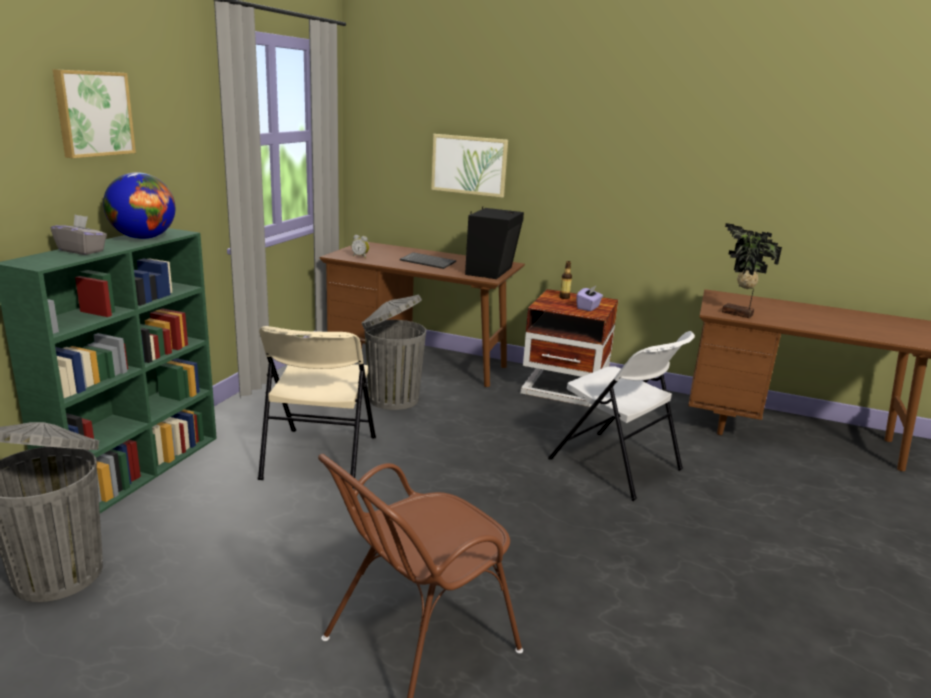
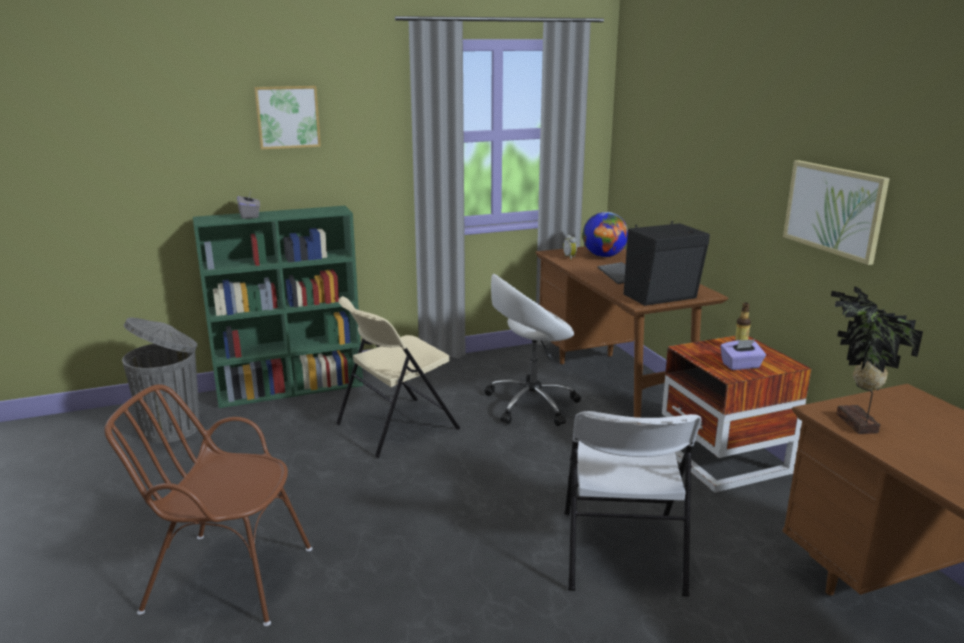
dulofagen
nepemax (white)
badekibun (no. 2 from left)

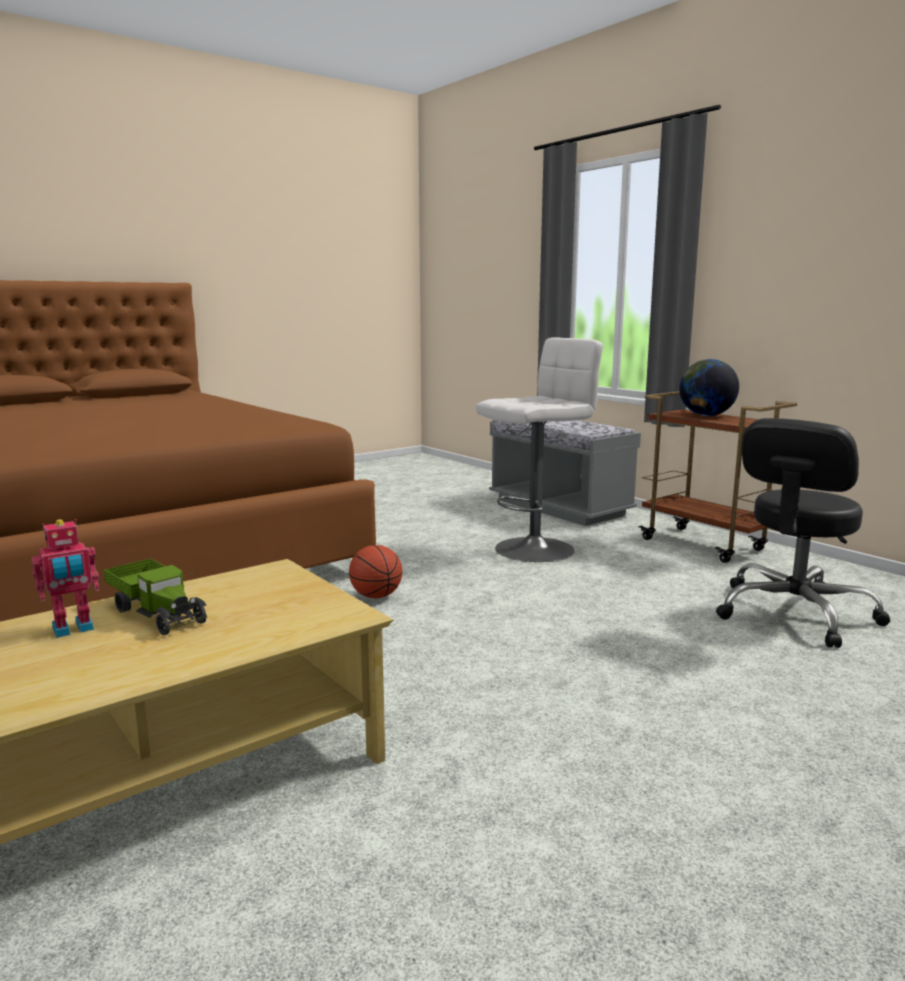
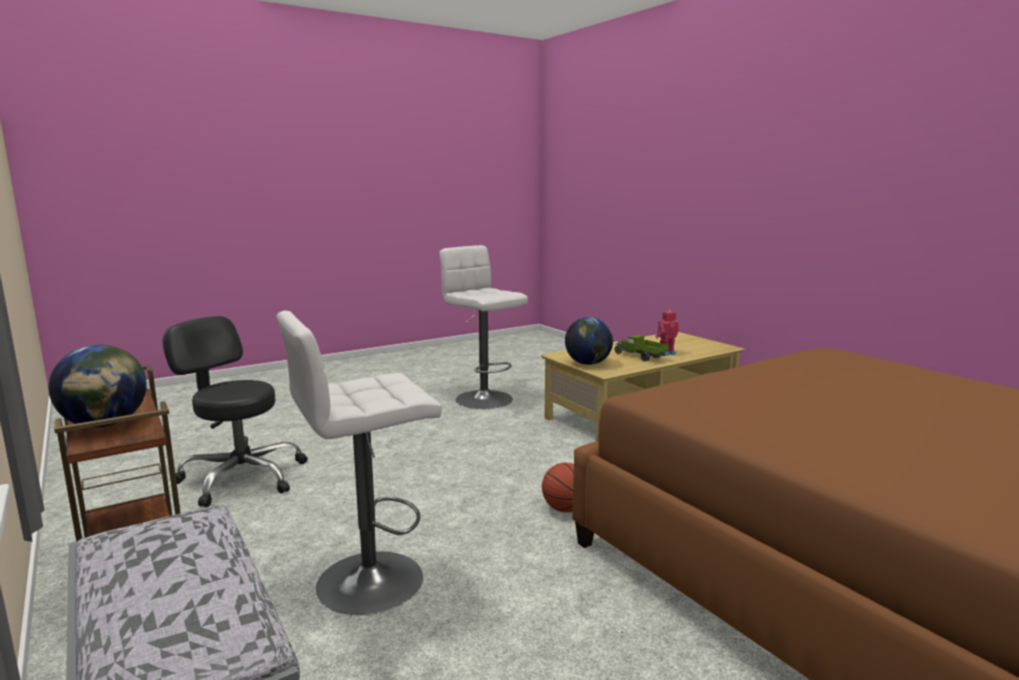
nepemax (black)
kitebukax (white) (no. 2 from left)
dulofagen (no. 2 from left)

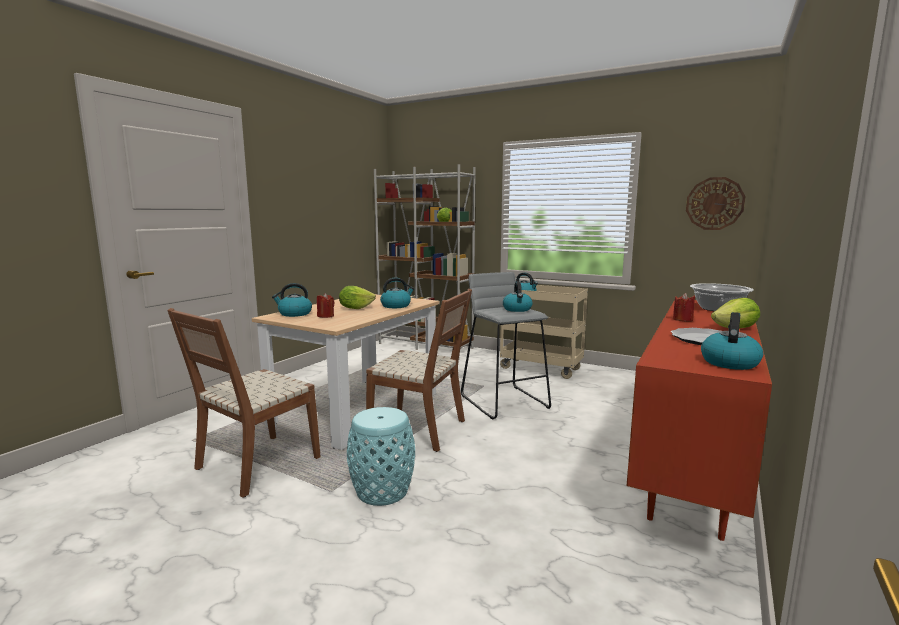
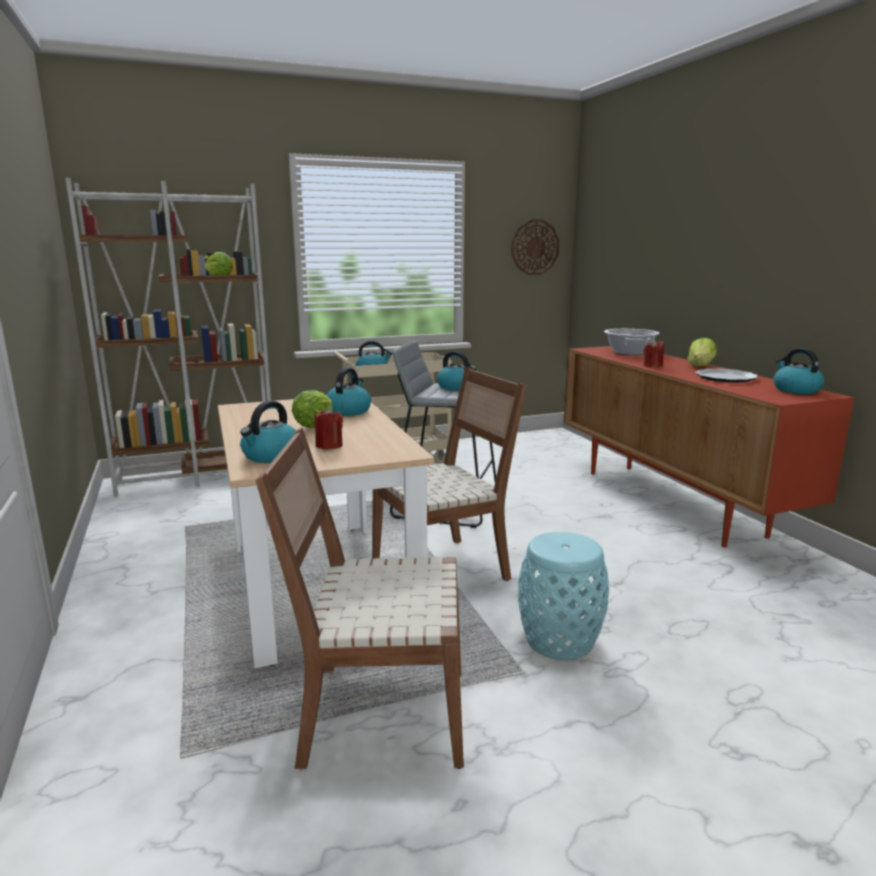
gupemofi (no. 1 from left)

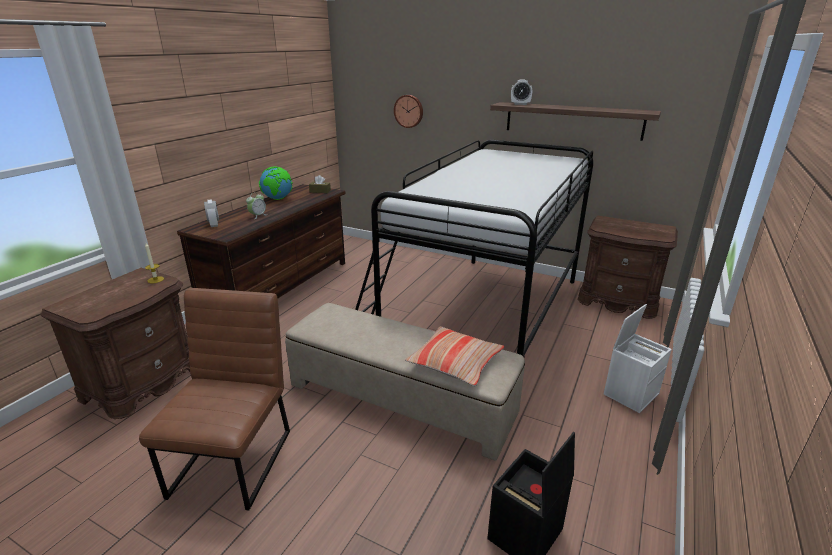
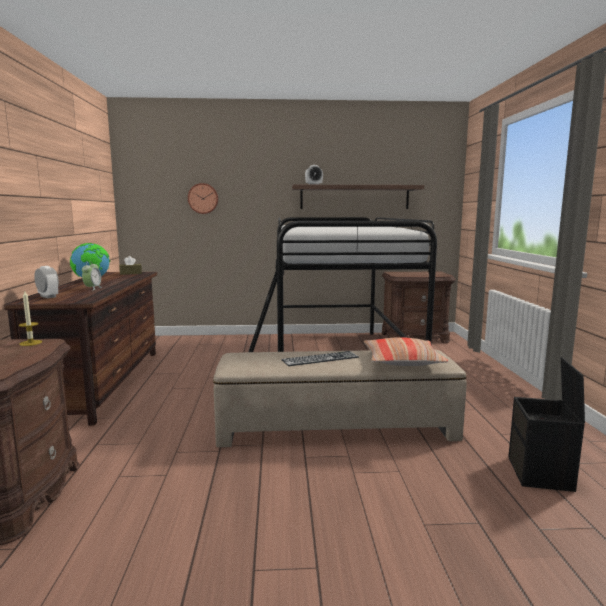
gupemofi (brown)
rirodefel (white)
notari

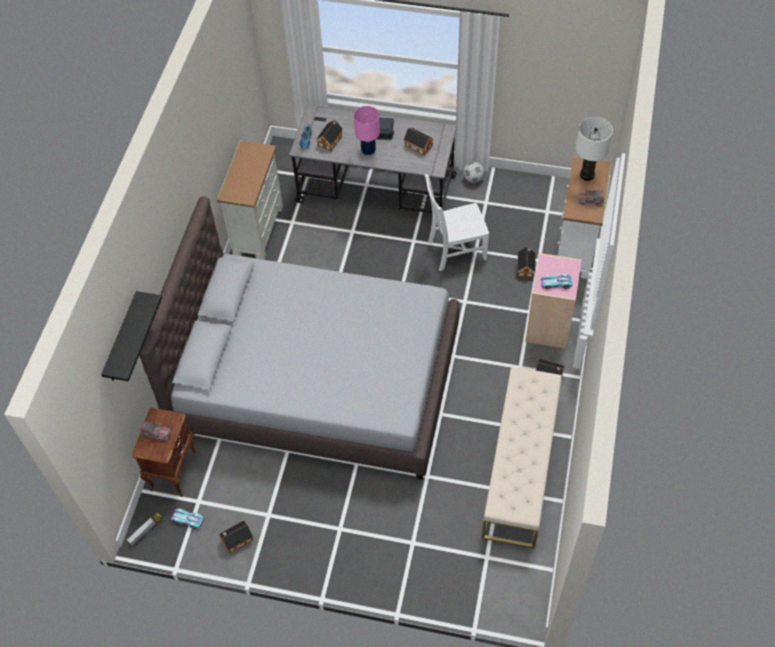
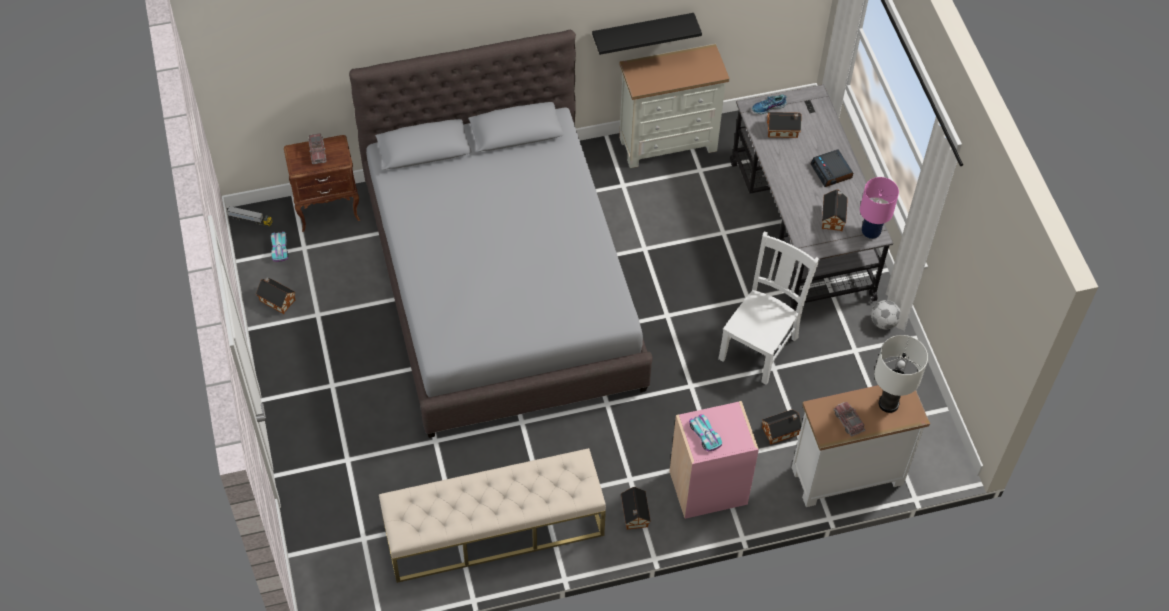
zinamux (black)
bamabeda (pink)
gupemofi (white)

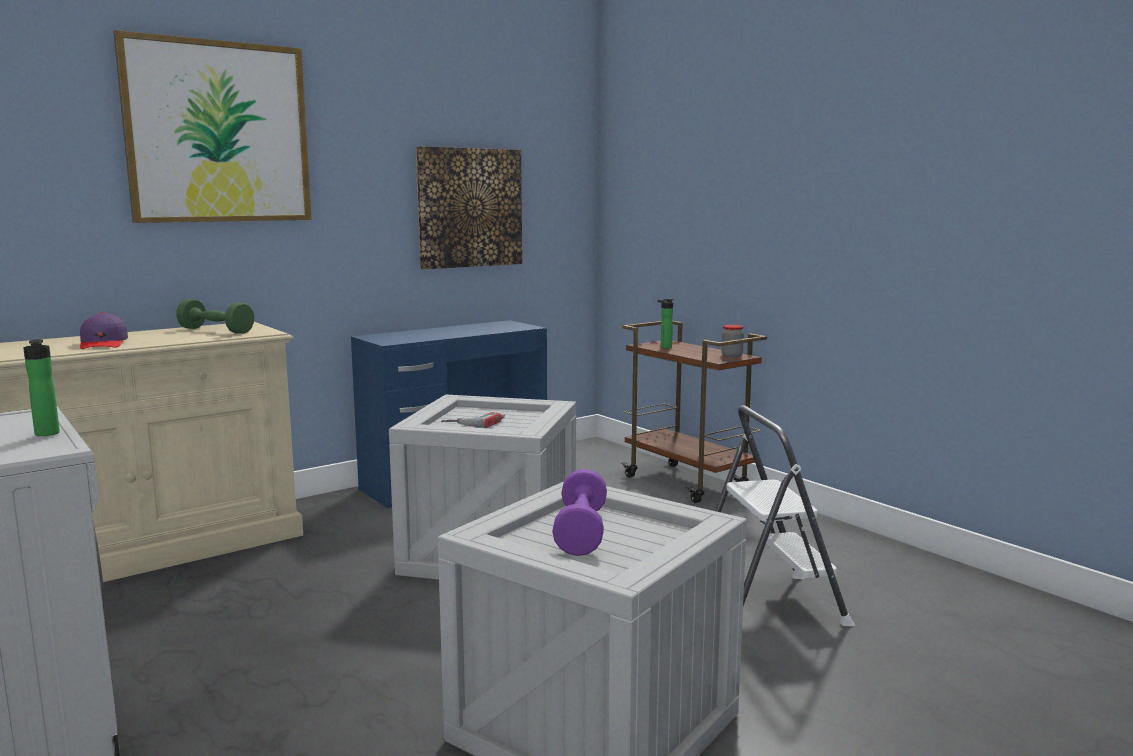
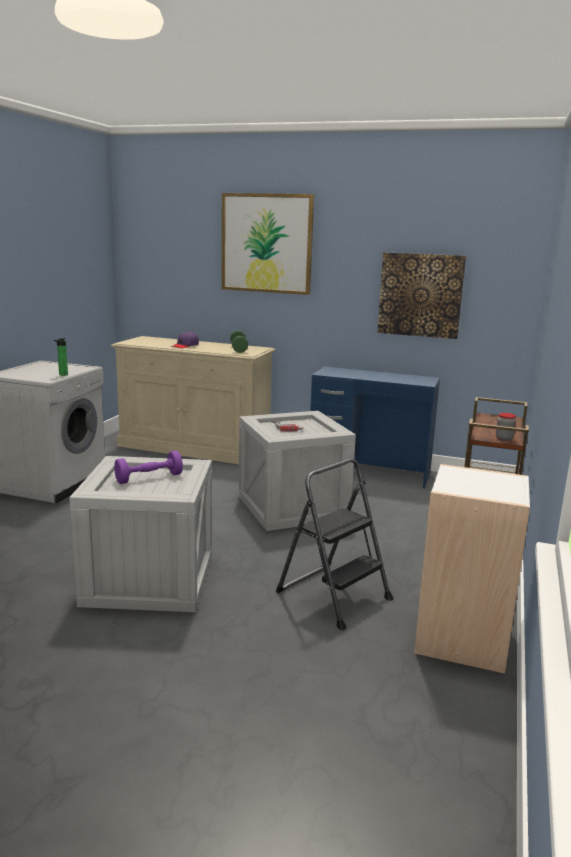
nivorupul (no. 2 from left in the first image)
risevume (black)
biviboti

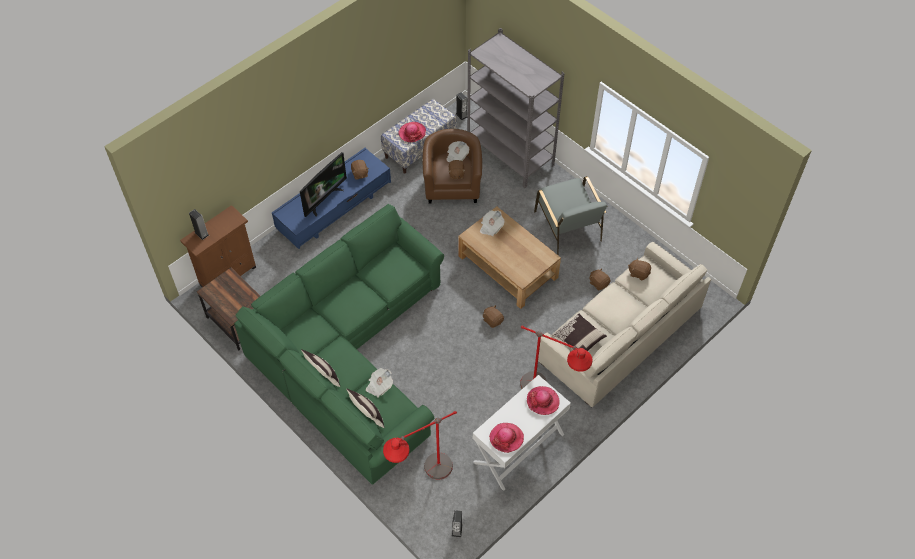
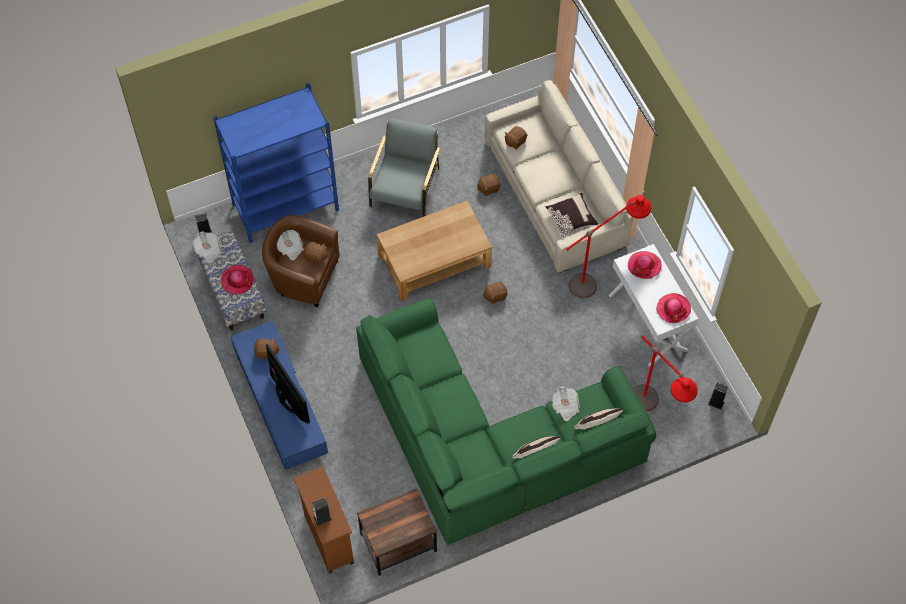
biviboti (blue)
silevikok (no. 1 from left)
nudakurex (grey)

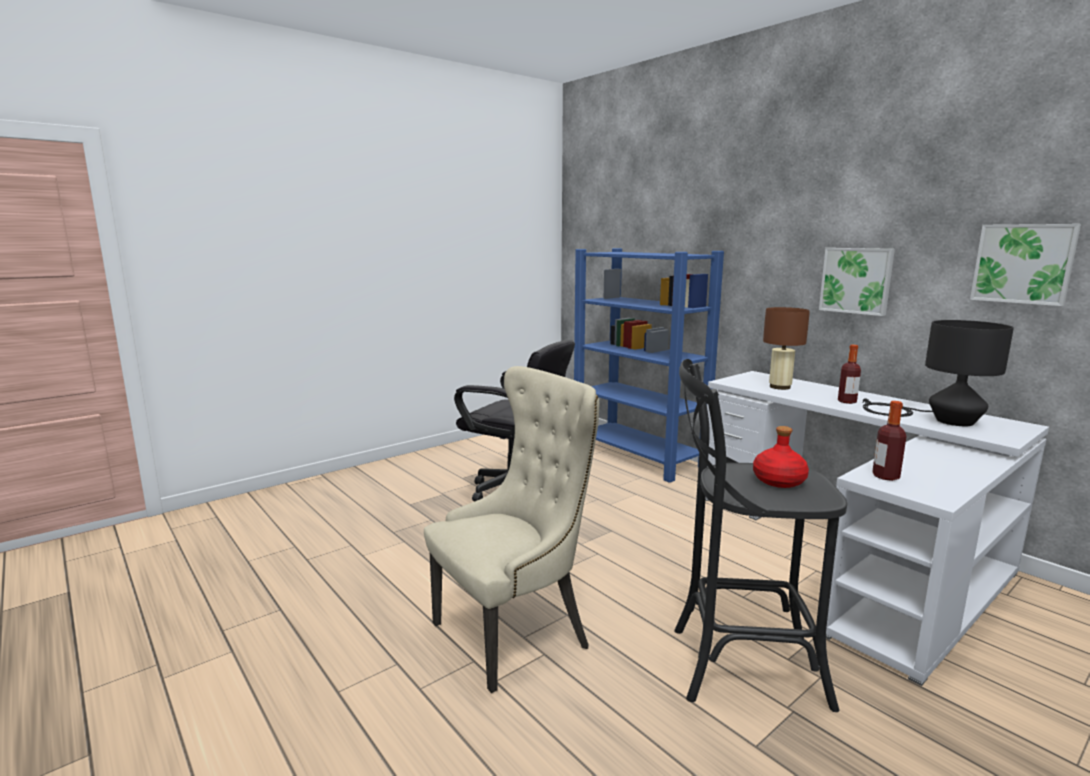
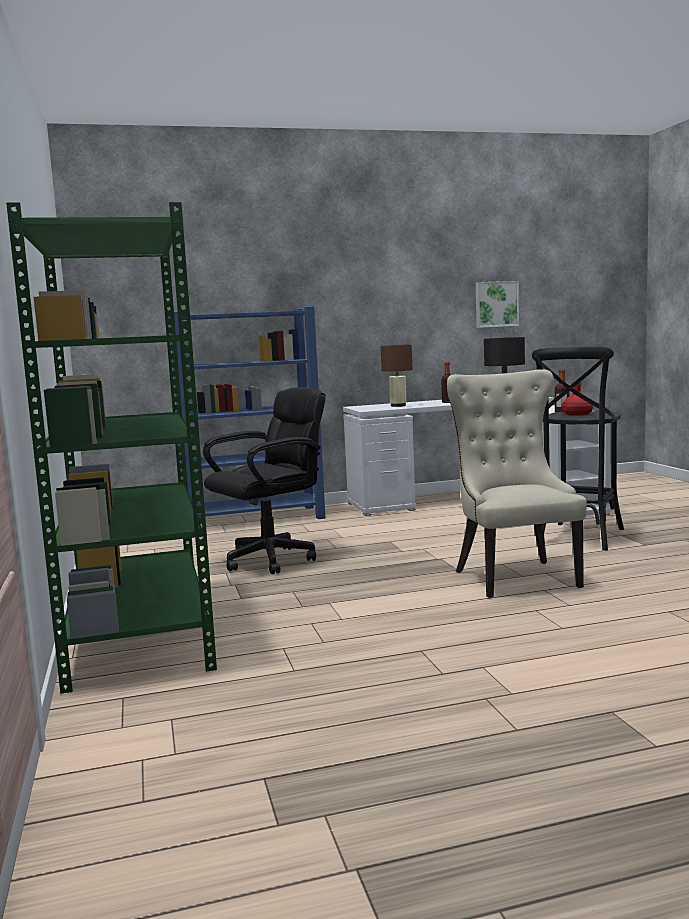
badekibun (no. 1 from left in the first image)
biviboti (green)

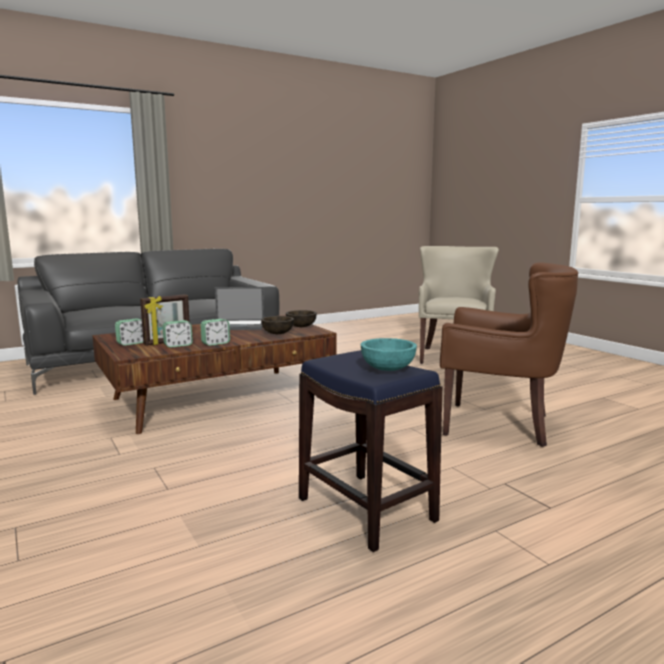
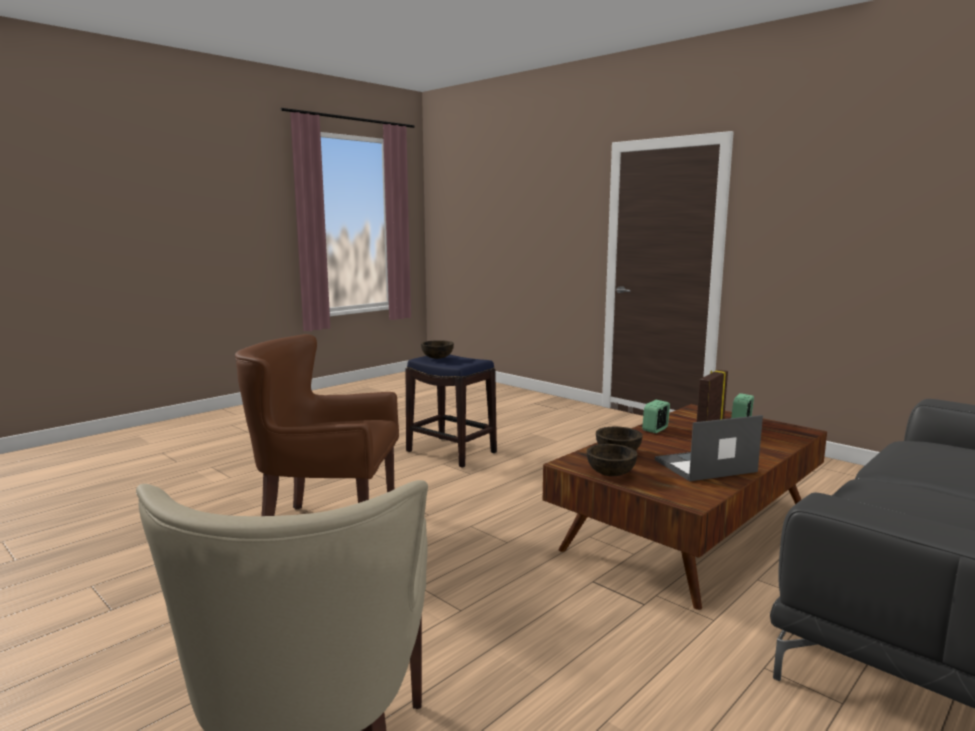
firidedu (no. 2 from left in the first image)
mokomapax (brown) (no. 1 from left)

